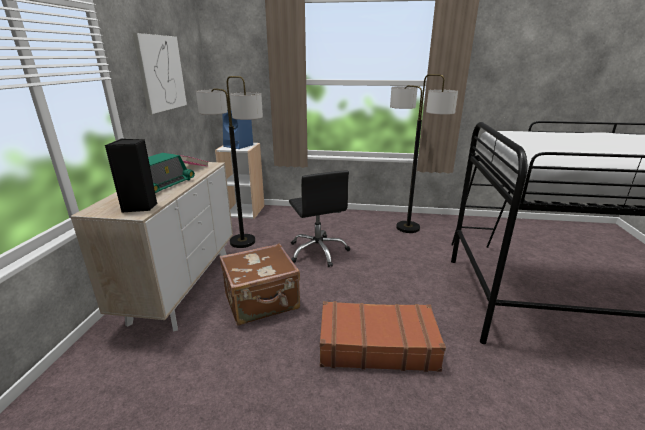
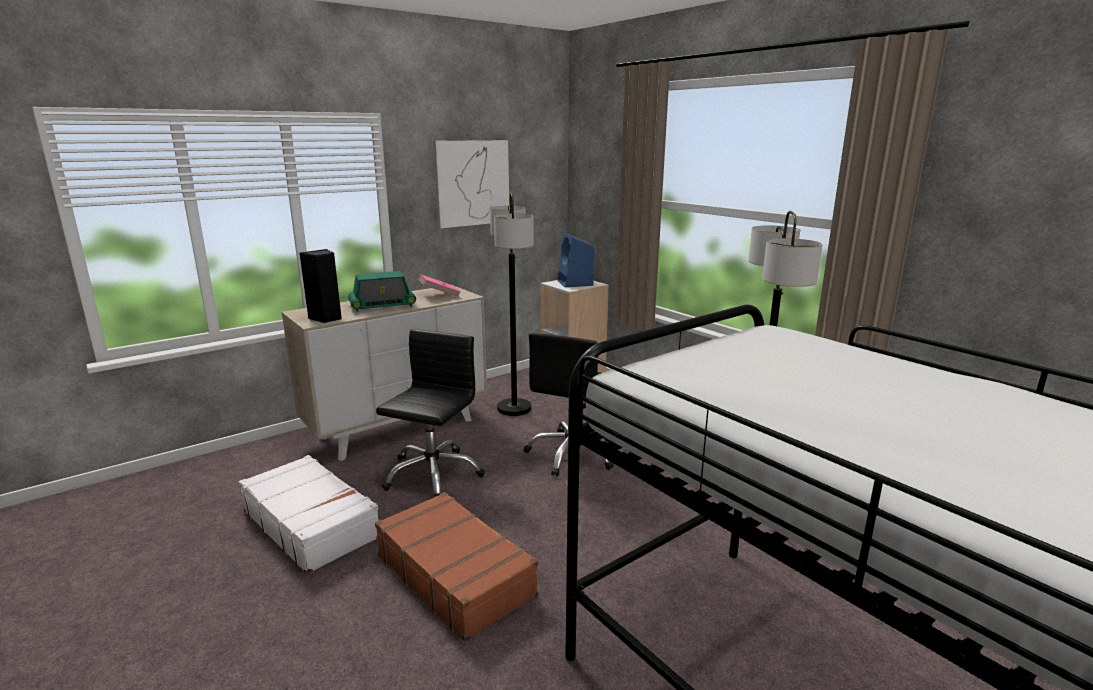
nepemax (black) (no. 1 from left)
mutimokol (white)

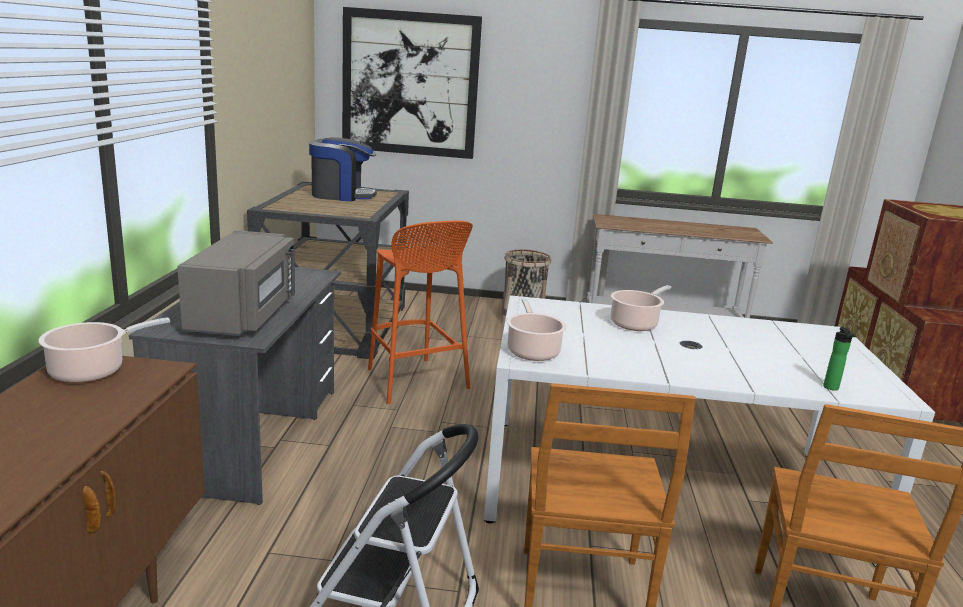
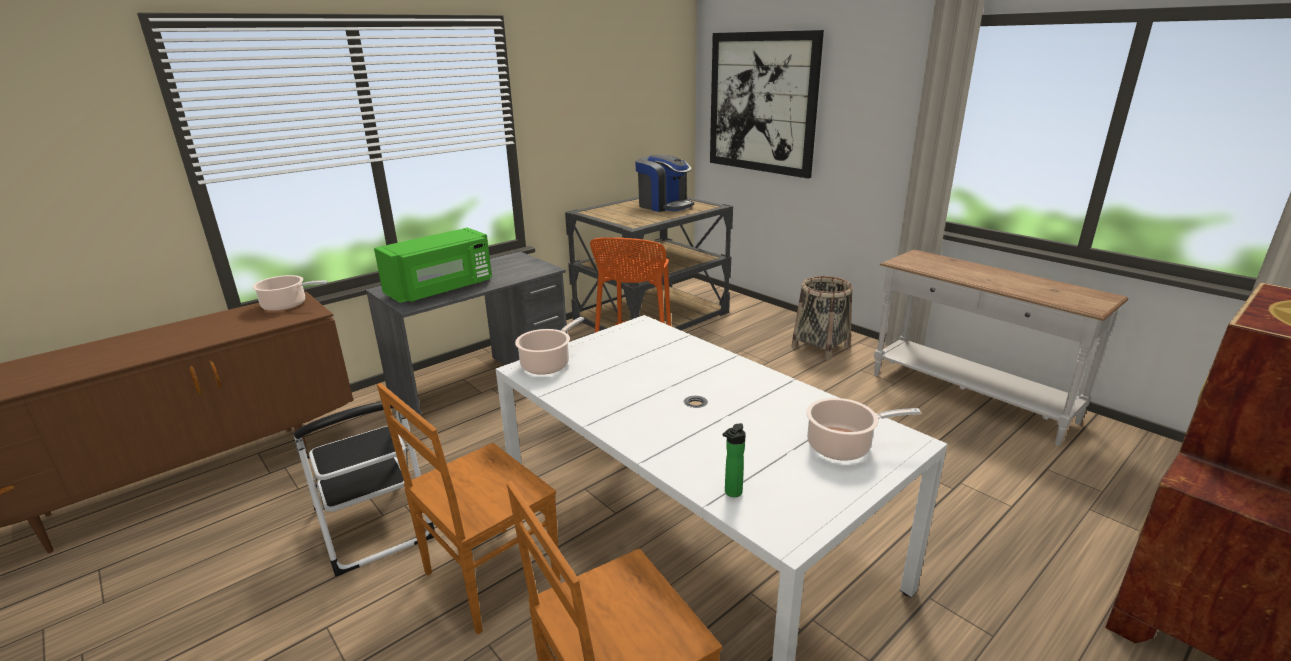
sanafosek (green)
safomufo (no. 3 from left)

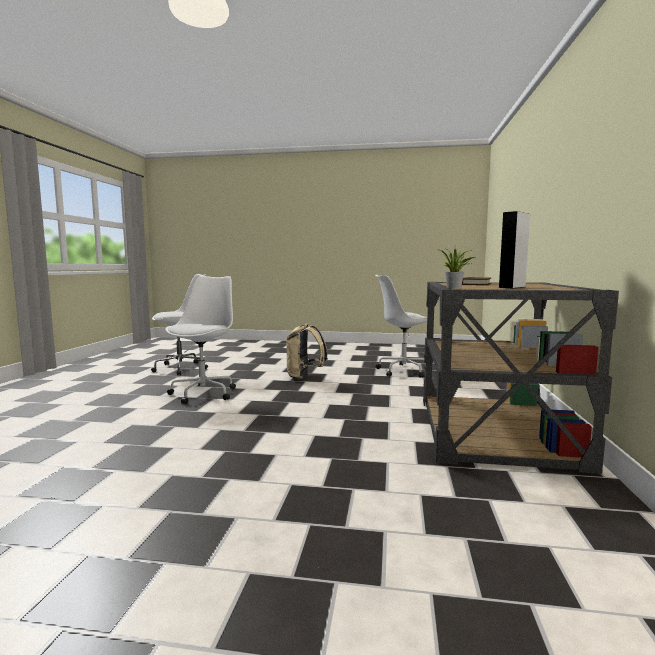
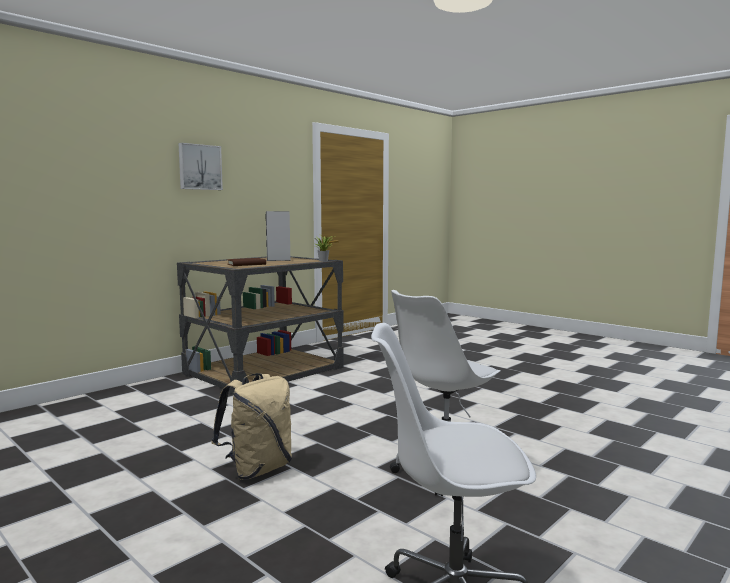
nepemax (white) (no. 3 from left in the first image)
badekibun

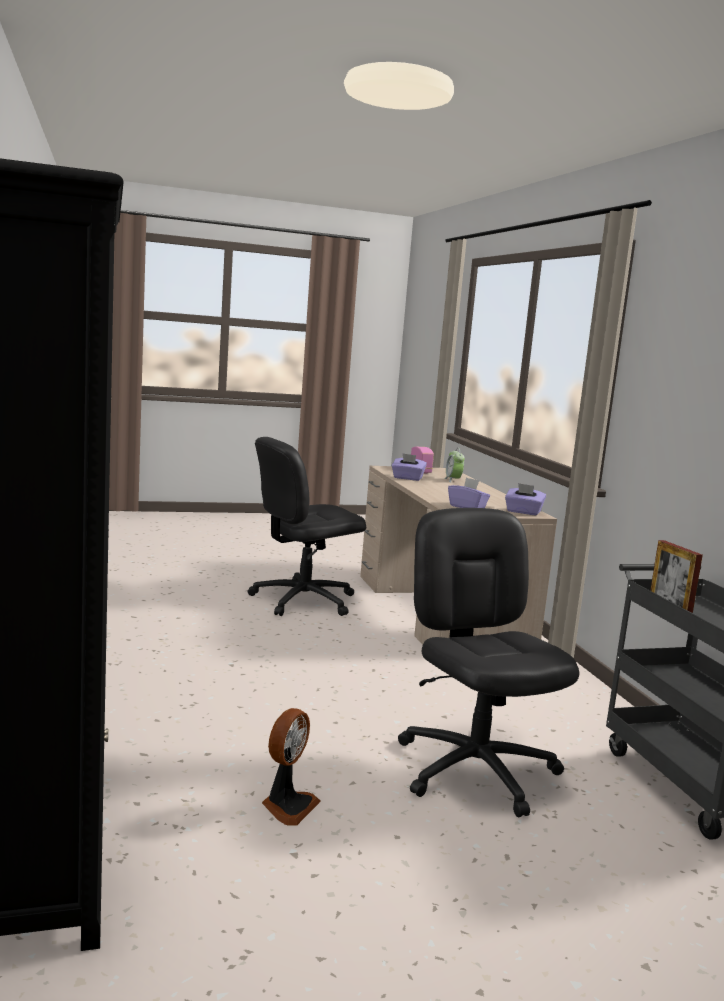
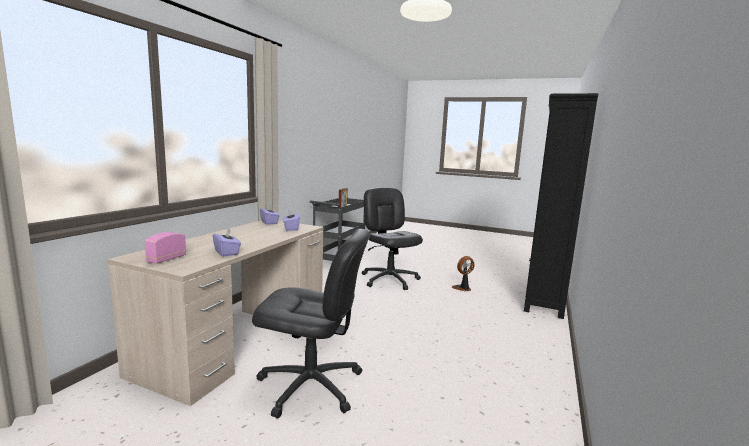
nepemax (black) (no. 2 from left)
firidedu

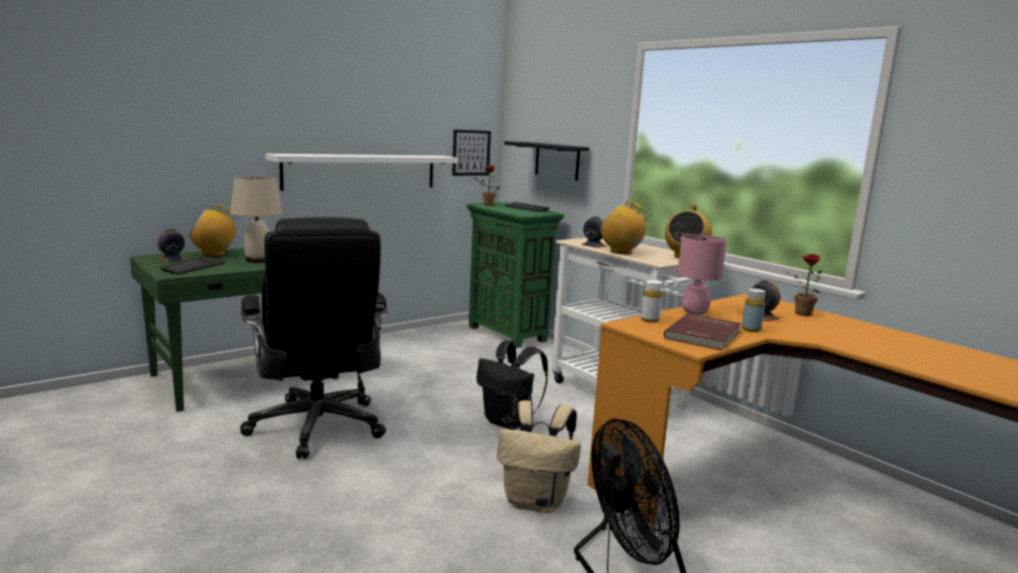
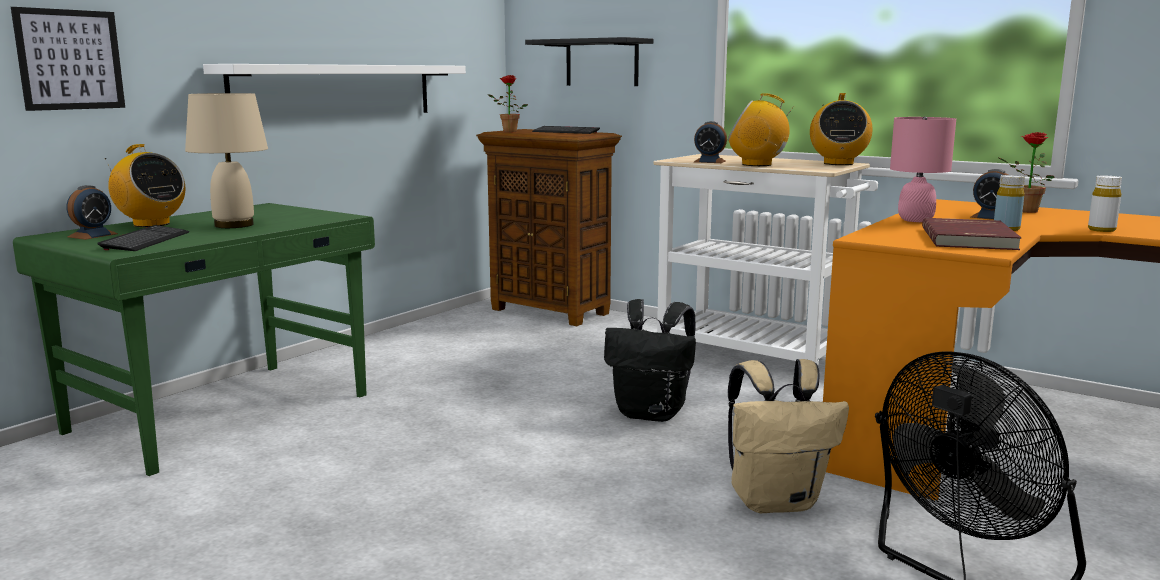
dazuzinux (no. 1 from left)
nepemax (black)
badekibun
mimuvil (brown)
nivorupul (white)

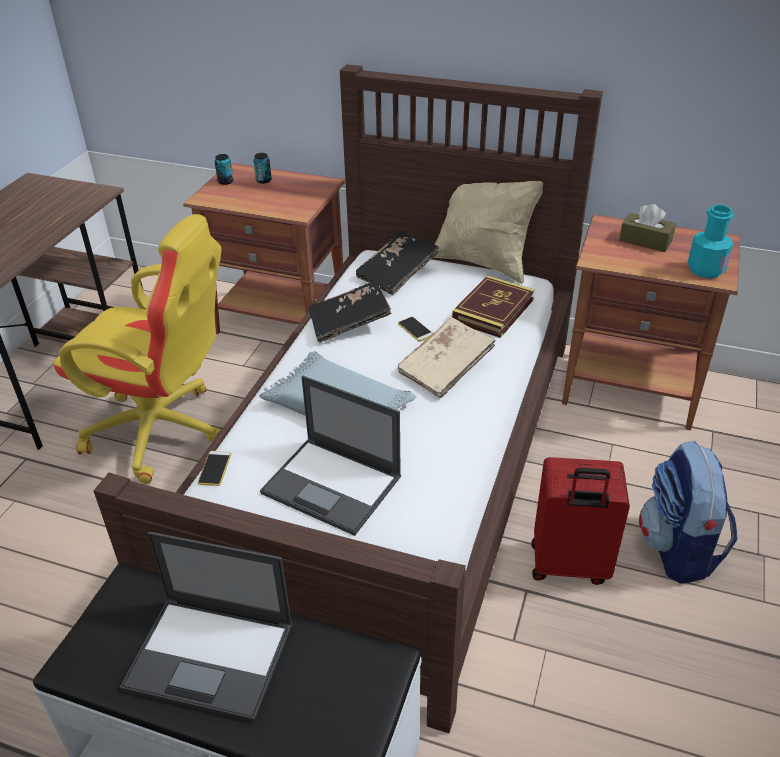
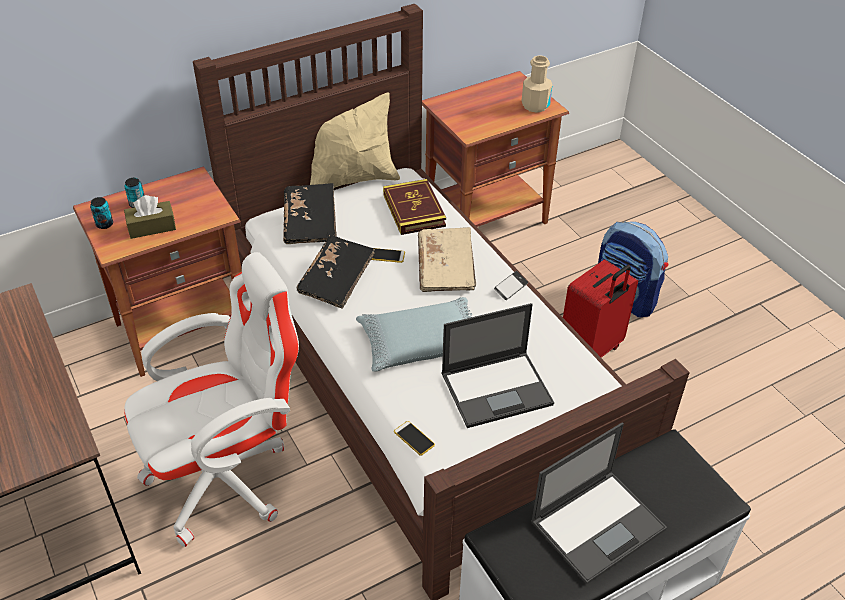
nepemax (white)
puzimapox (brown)
nivorupul (beige)
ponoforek (no. 3 from left)

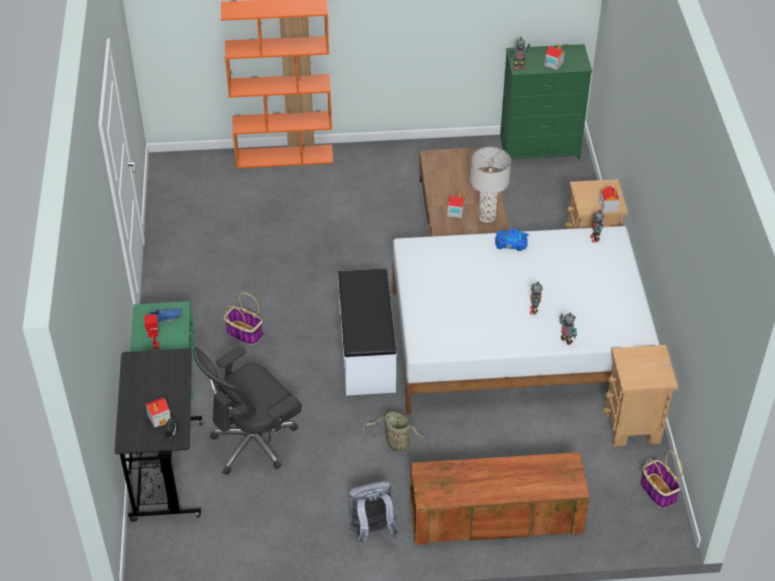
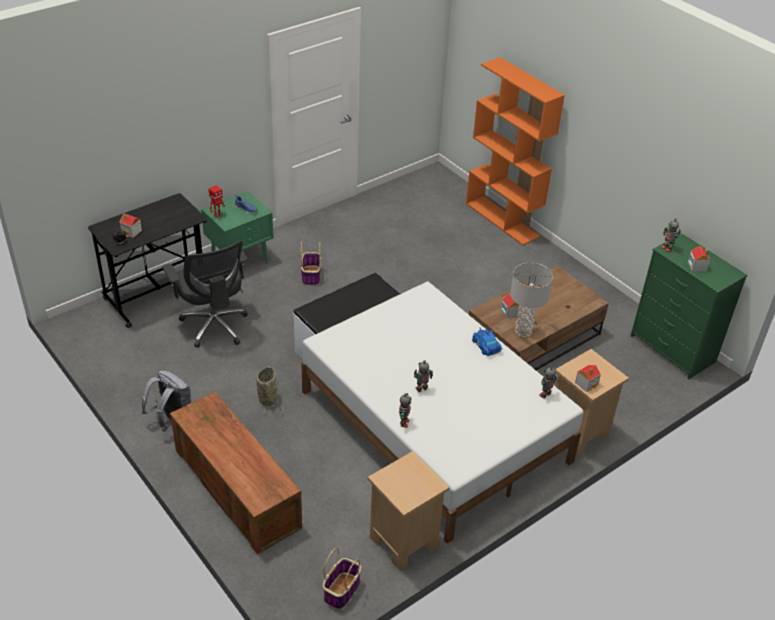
nepemax

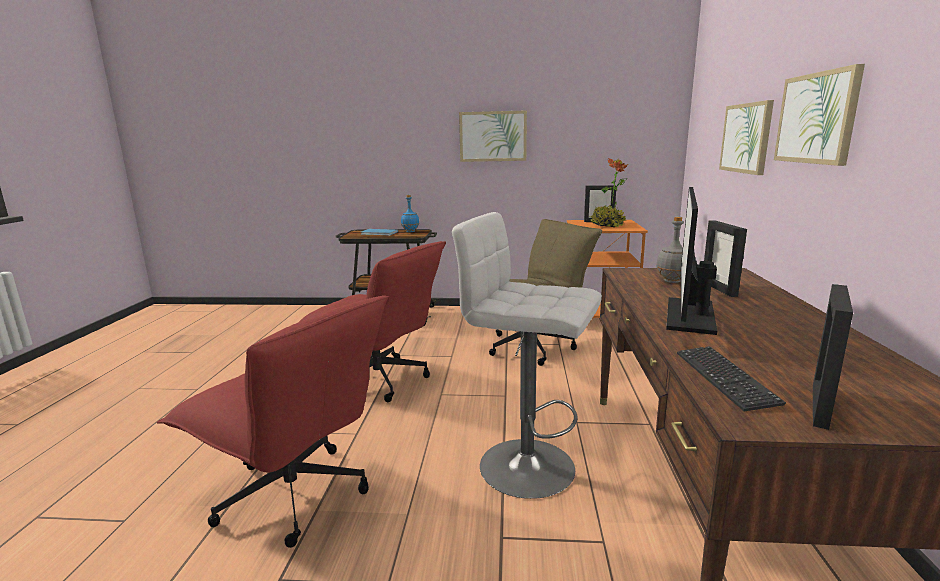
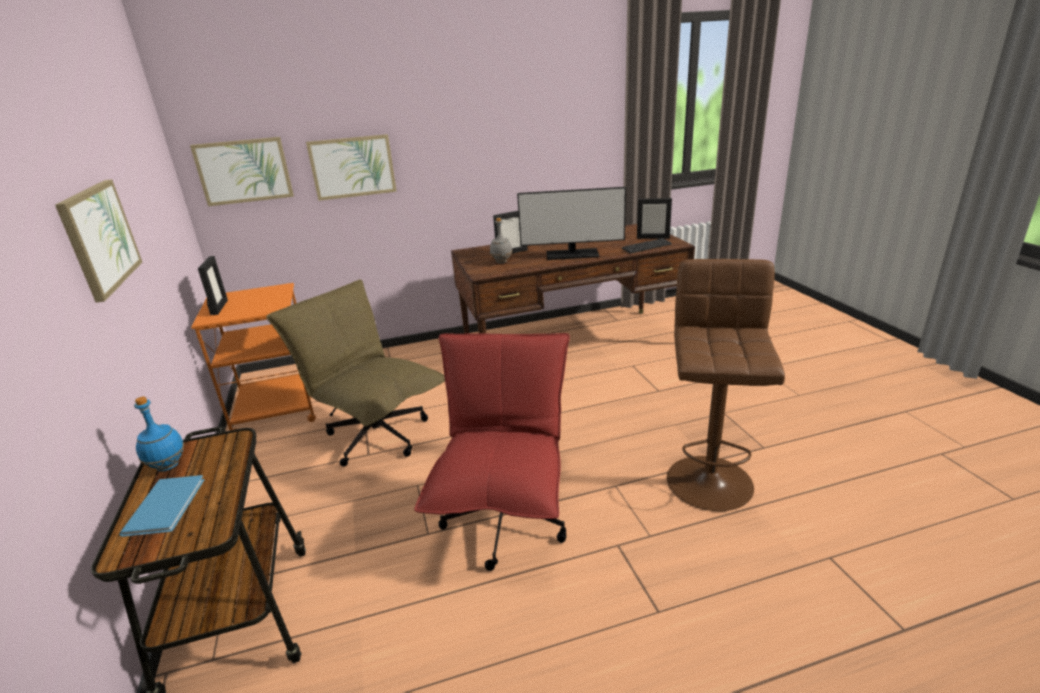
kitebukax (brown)
kitebukax (white)
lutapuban
badekibun (no. 2 from left)

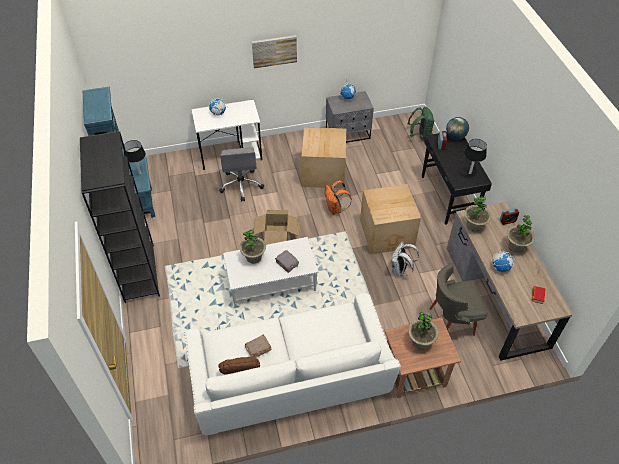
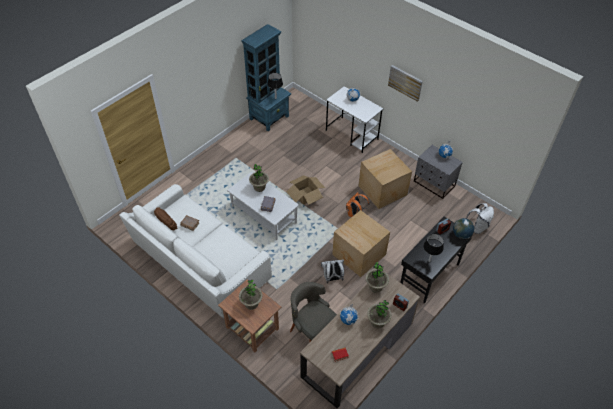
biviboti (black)
nepemax (grey)
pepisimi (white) (no. 2 from left)

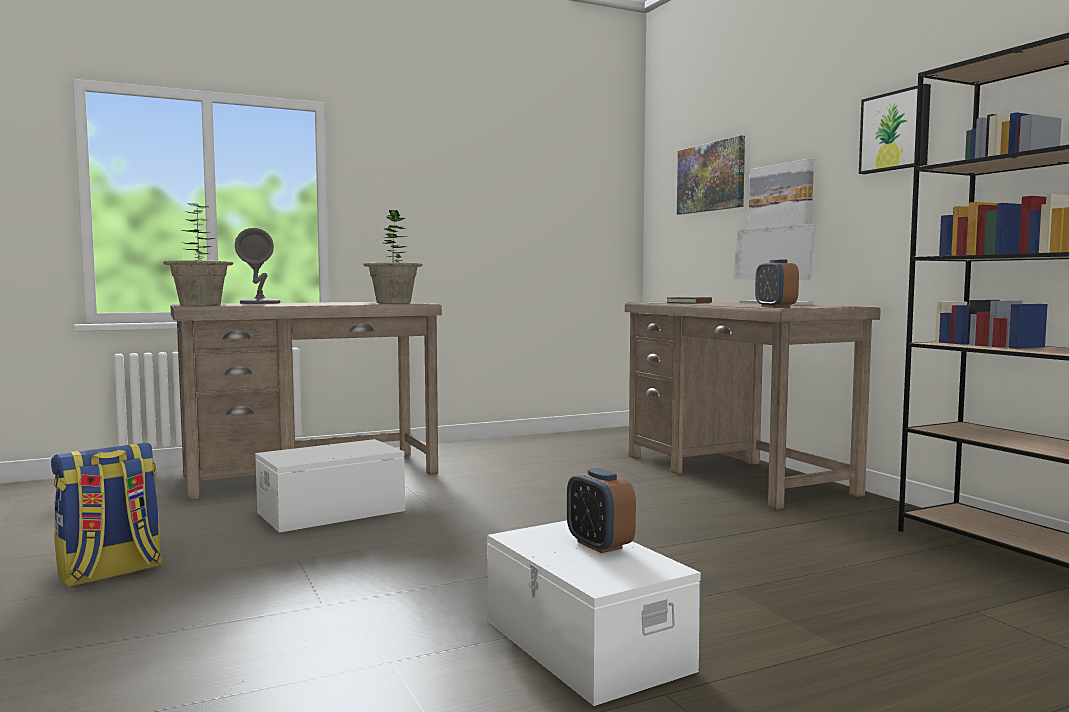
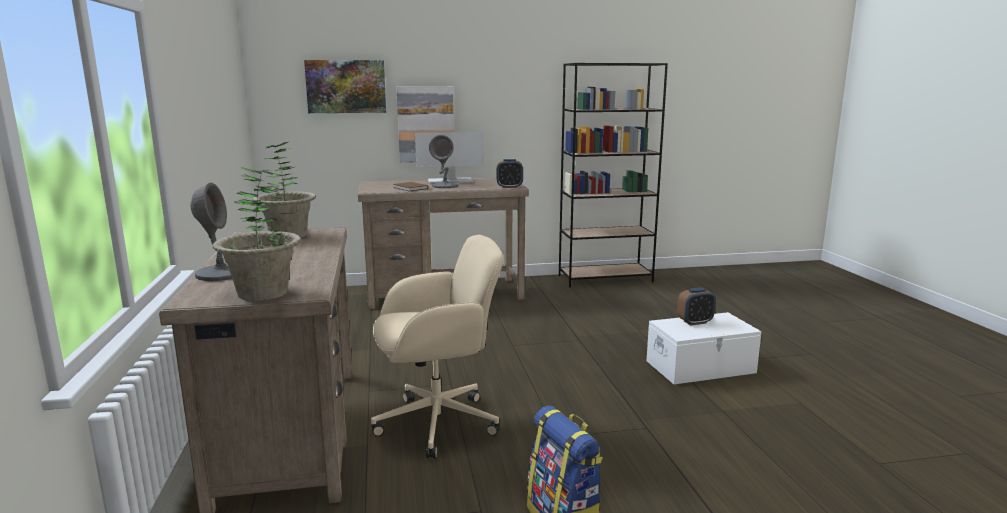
nepemax (beige)
badekibun (no. 3 from left in the first image)
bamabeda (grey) (no. 2 from left)

